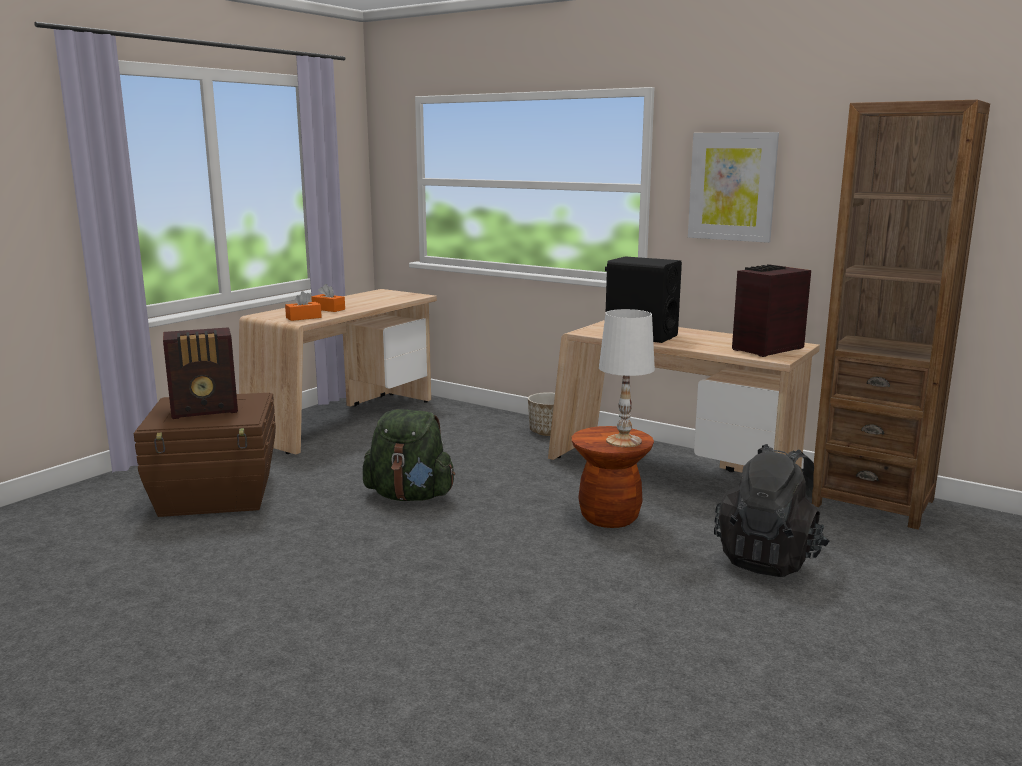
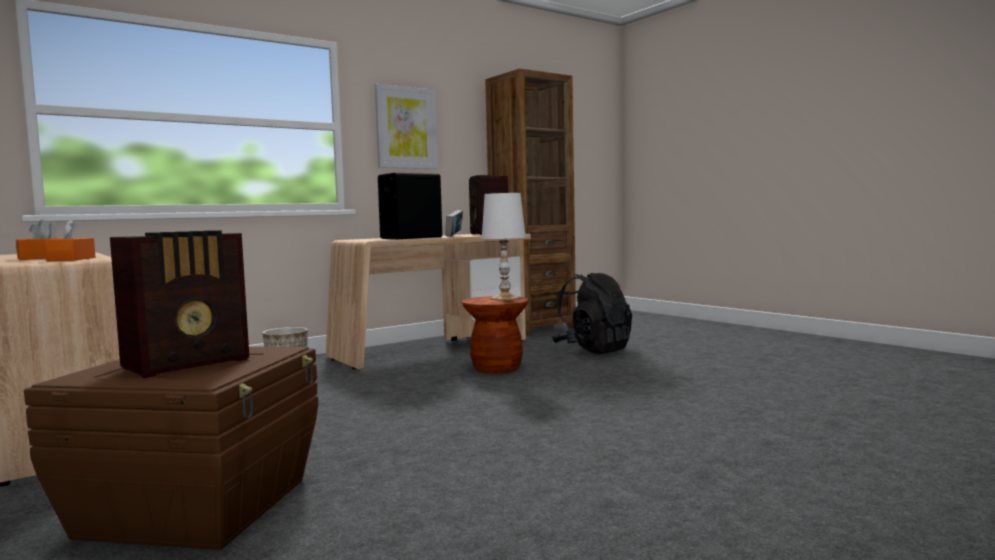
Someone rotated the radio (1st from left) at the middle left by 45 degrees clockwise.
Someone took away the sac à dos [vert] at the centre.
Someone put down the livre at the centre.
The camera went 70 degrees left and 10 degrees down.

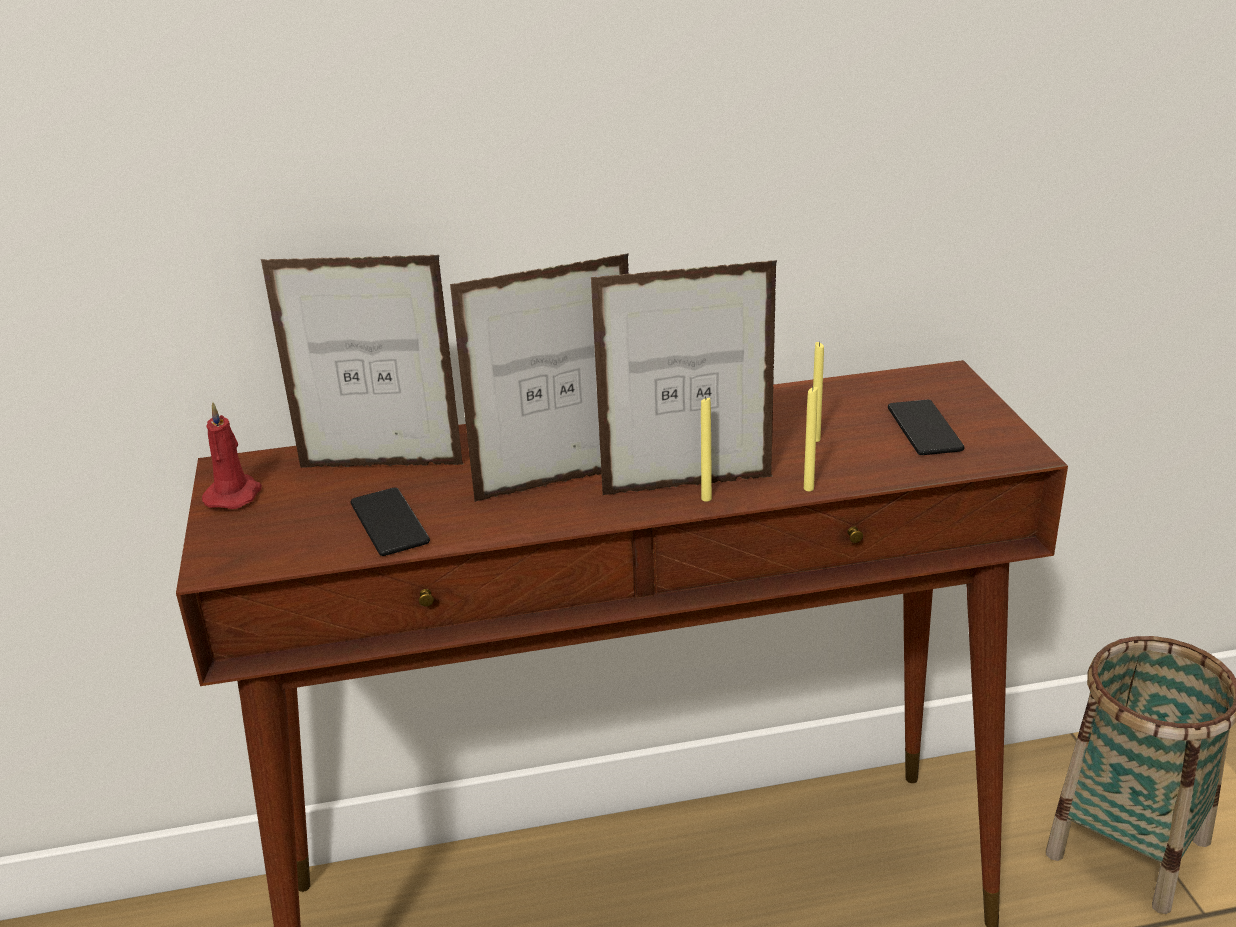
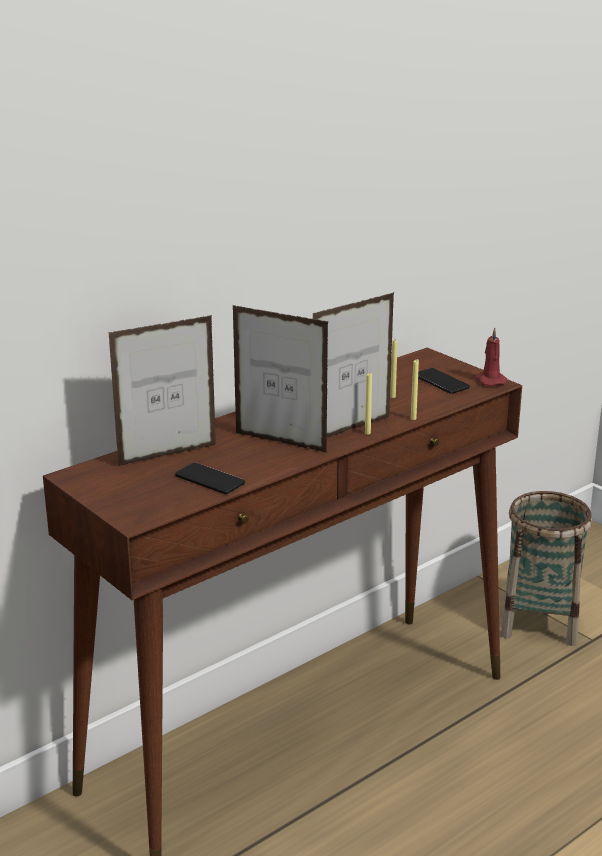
Someone rotated the cadre photo (2nd from left) at the centre by 75 degrees clockwise.
Someone carried the bougie [rouge] from the middle left to the middle right.
The camera went 30 degrees left and 5 degrees down.

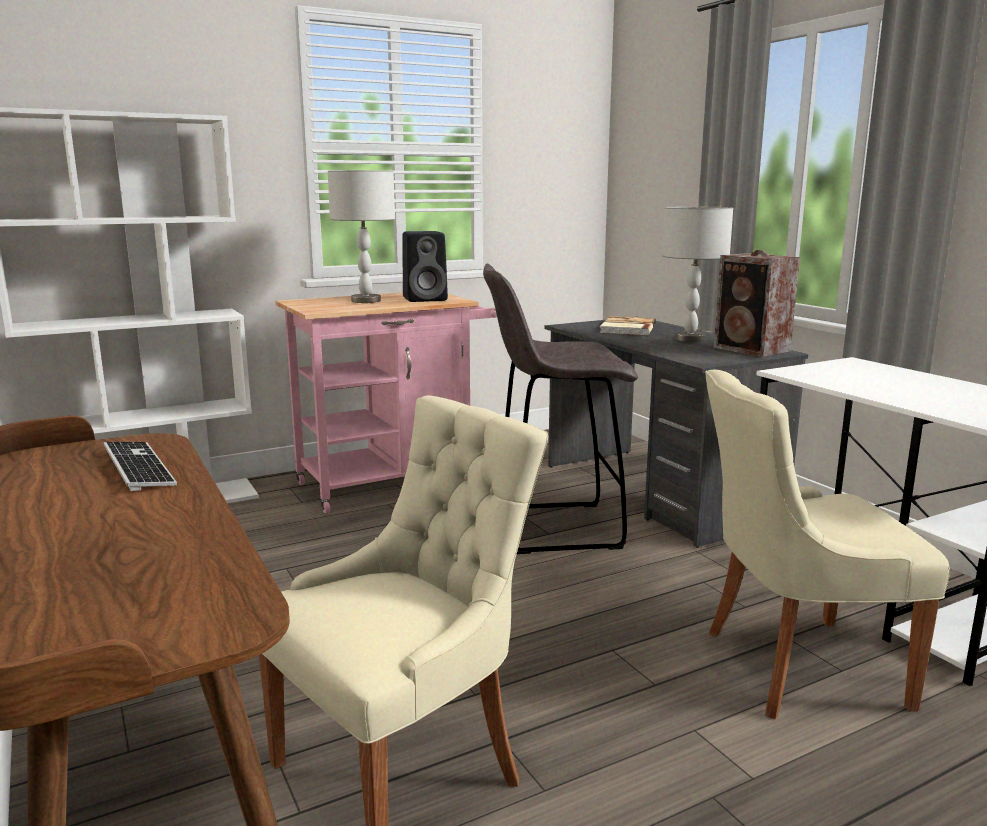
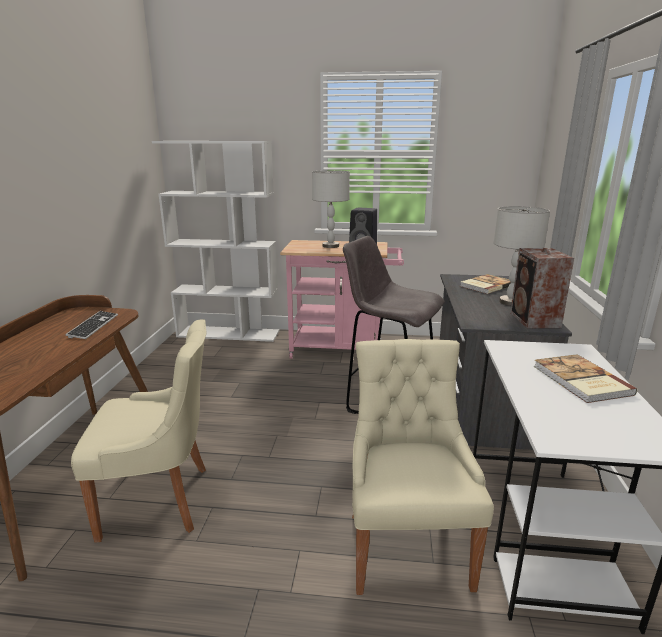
Someone rotated the chaise [beige] (2nd from left) at the middle right by 60 degrees clockwise.
Someone put down the livre (2nd from left) at the middle right.
The camera went 35 degrees right and 5 degrees up.

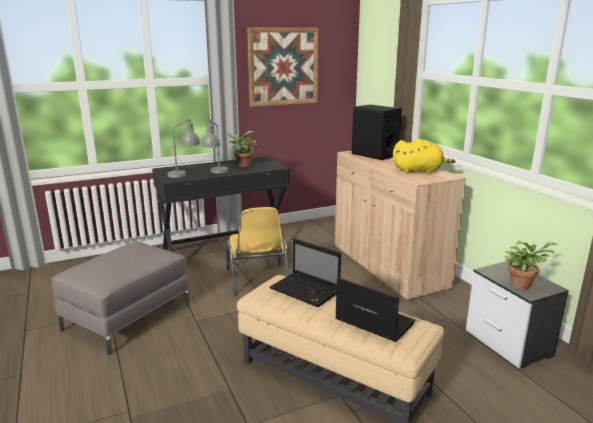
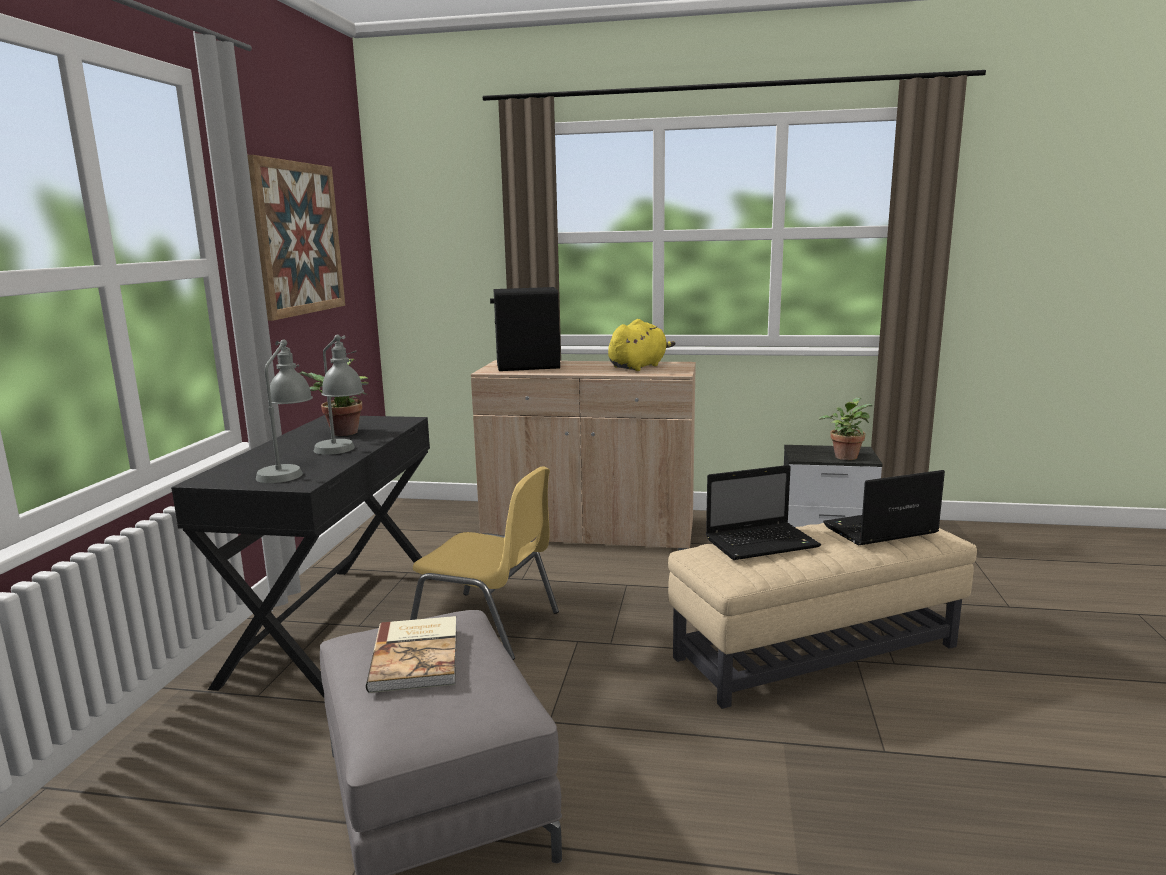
Someone put down the livre at the bottom centre.
The camera went 55 degrees left and 5 degrees down.

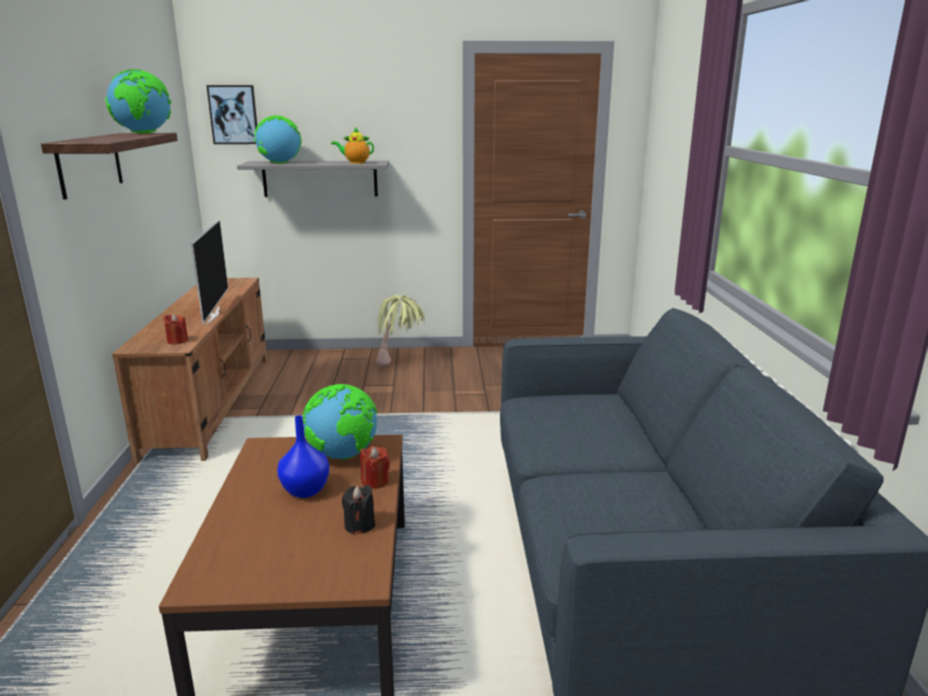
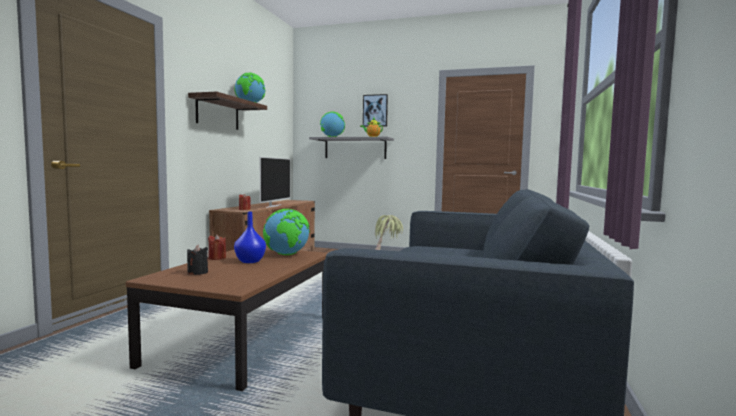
Someone carried the tableau from the top left to the top centre.
Someone carried the bougie [rouge] (2nd from left in the first image) from the bottom centre to the middle left.
Someone carried the bougie [noir] from the bottom centre to the middle left.
The camera went 20 degrees right and 15 degrees down.

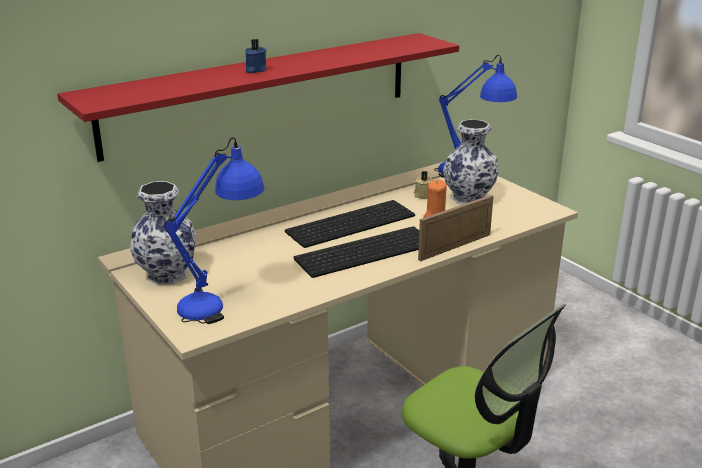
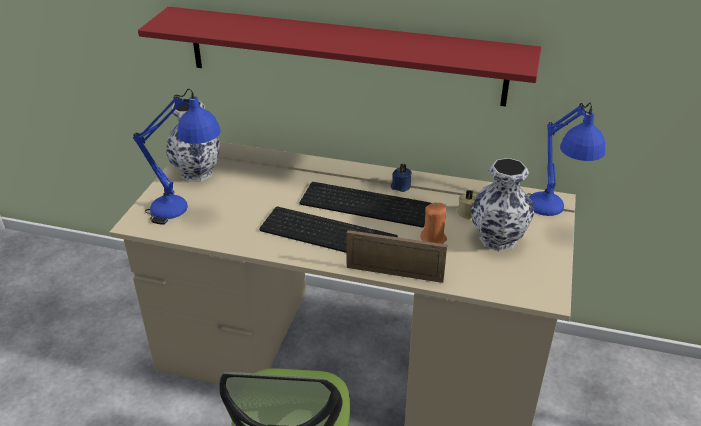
Someone carried the bougie [bleu] from the top centre to the centre.
The camera went 50 degrees right and 10 degrees up.

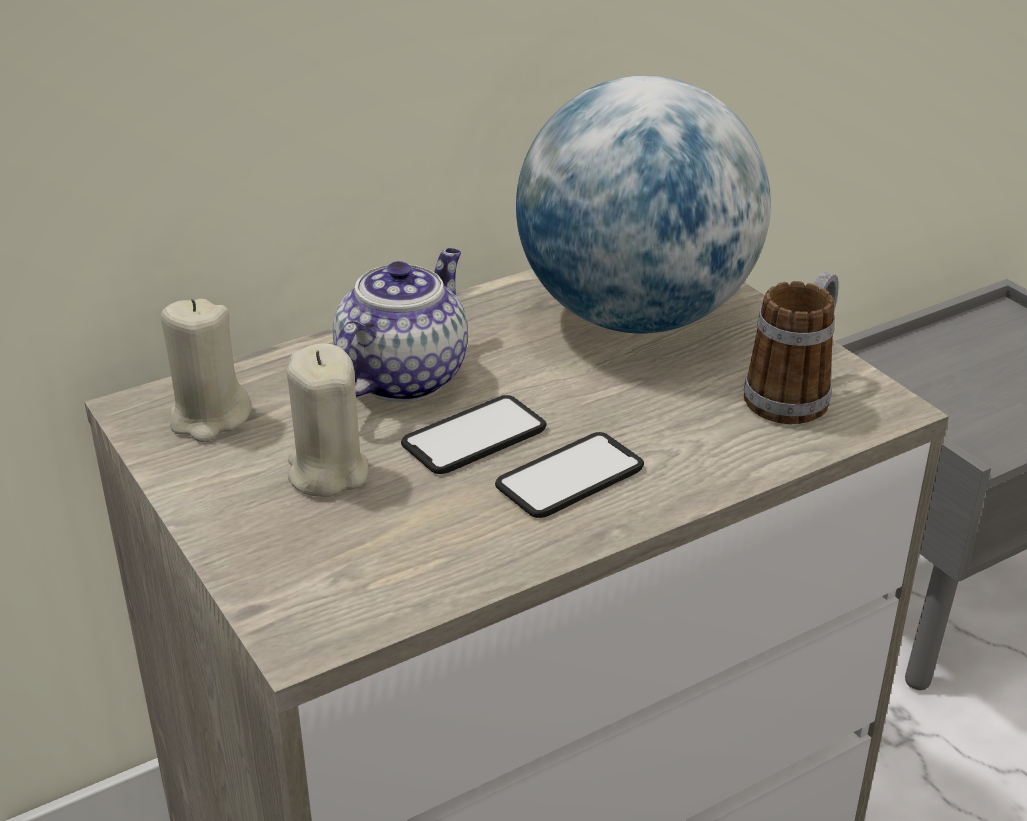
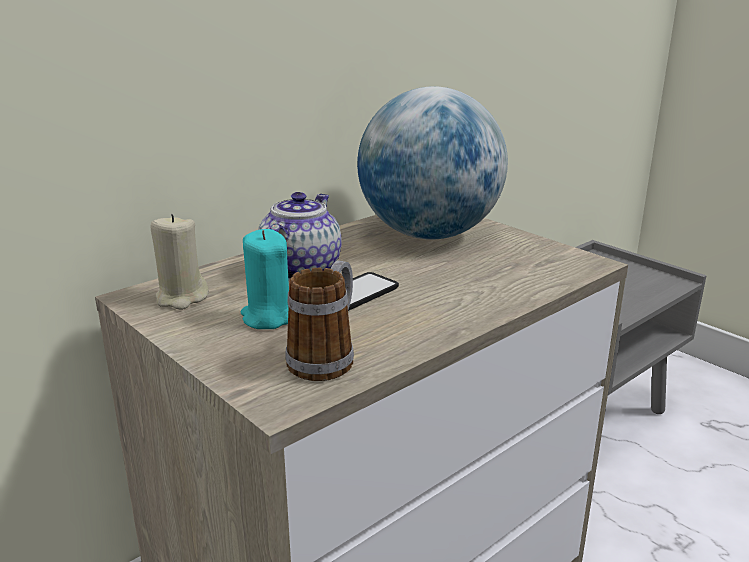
Someone carried the mug from the middle right to the centre.
Someone repainted the bougie [beige] (2nd from left) at the middle left, which became the bougie [turquoise] at the centre.
Someone took away the téléphone (2nd from left) at the centre.
The camera went 10 degrees left and 10 degrees down.

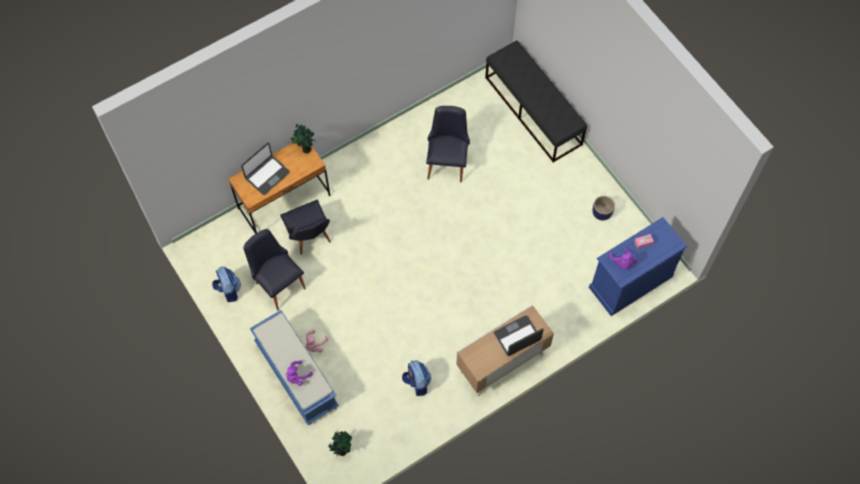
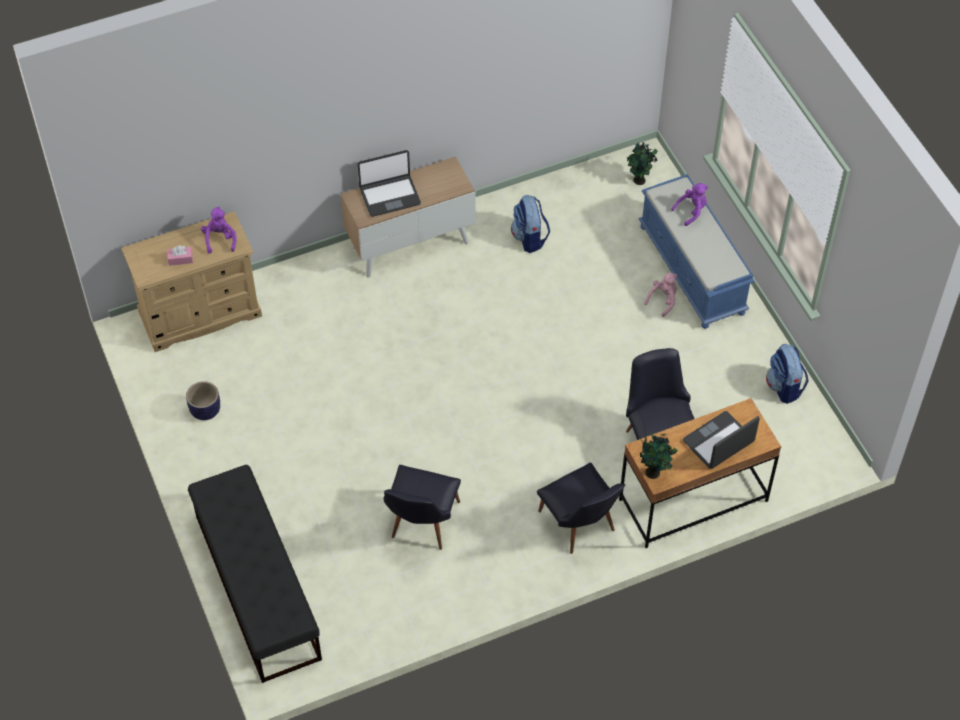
Someone repainted the commode [bleu] at the middle right, which became the commode [beige] at the middle left.
Someone carried the chaise [noir] (1st from left in the first image) from the middle left to the bottom centre.
The camera went 170 degrees left and 10 degrees down.

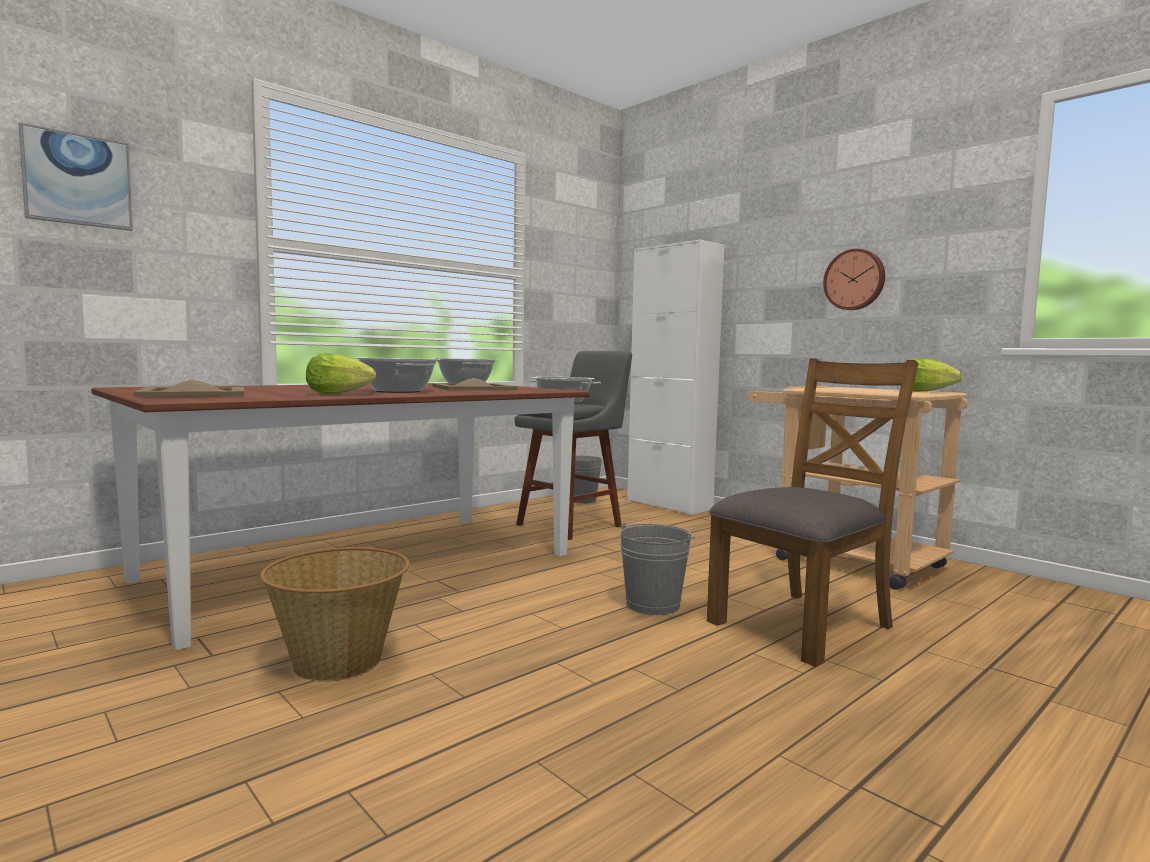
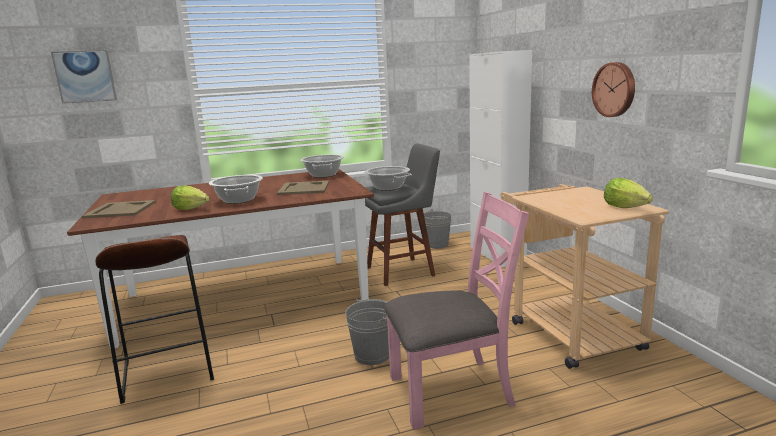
Someone repainted the chaise [marron] at the middle right, which became the chaise [rose] at the bottom centre.
Someone swapped the panier at the bottom left for the tabouret [marron] at the bottom left.
The camera went 25 degrees right and 10 degrees up.

